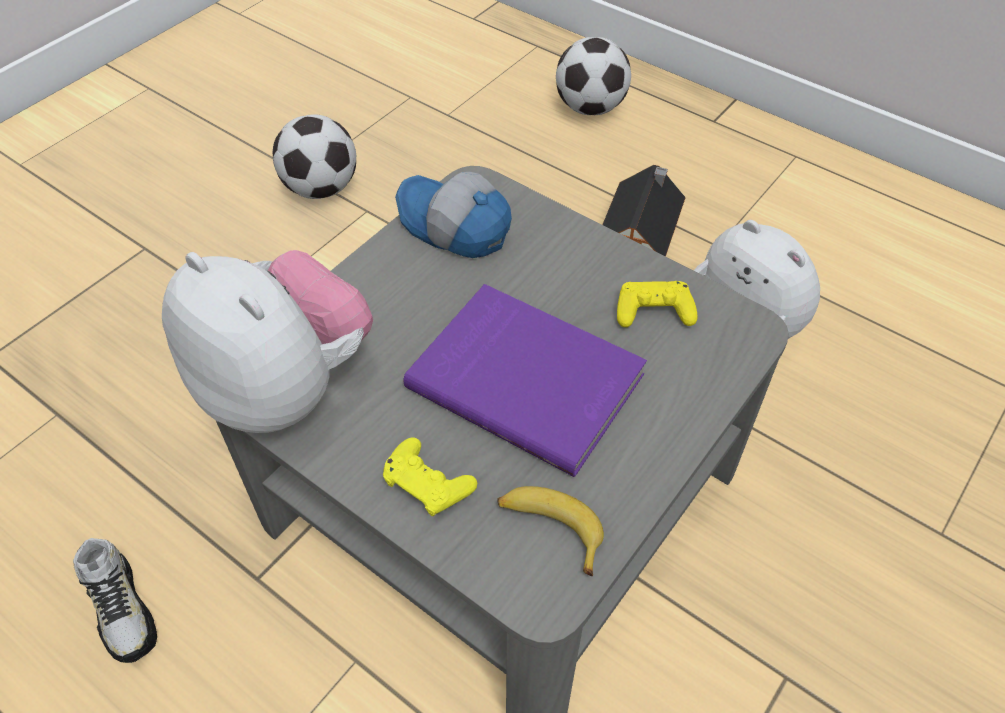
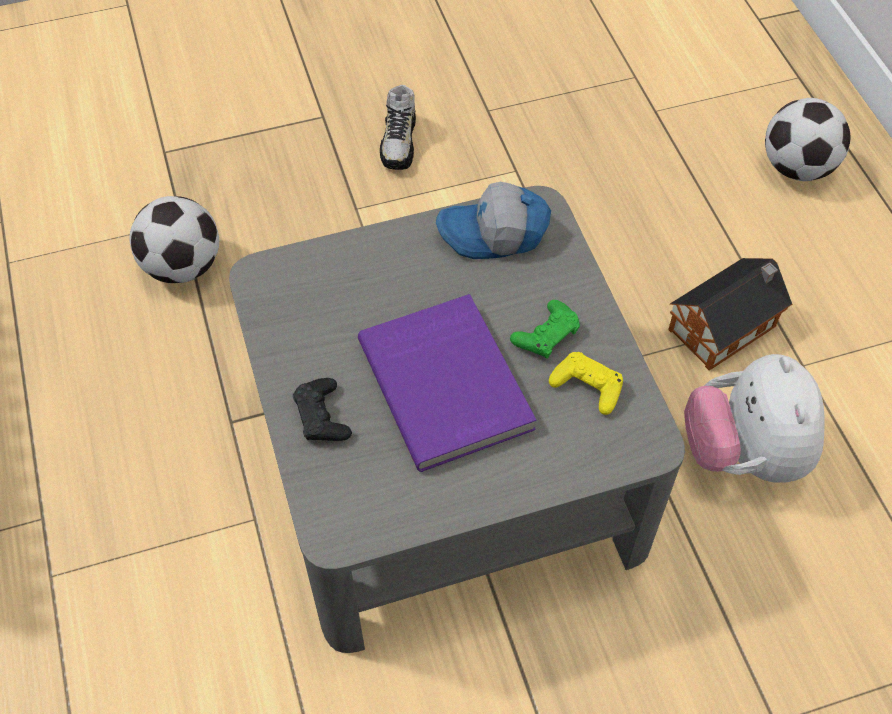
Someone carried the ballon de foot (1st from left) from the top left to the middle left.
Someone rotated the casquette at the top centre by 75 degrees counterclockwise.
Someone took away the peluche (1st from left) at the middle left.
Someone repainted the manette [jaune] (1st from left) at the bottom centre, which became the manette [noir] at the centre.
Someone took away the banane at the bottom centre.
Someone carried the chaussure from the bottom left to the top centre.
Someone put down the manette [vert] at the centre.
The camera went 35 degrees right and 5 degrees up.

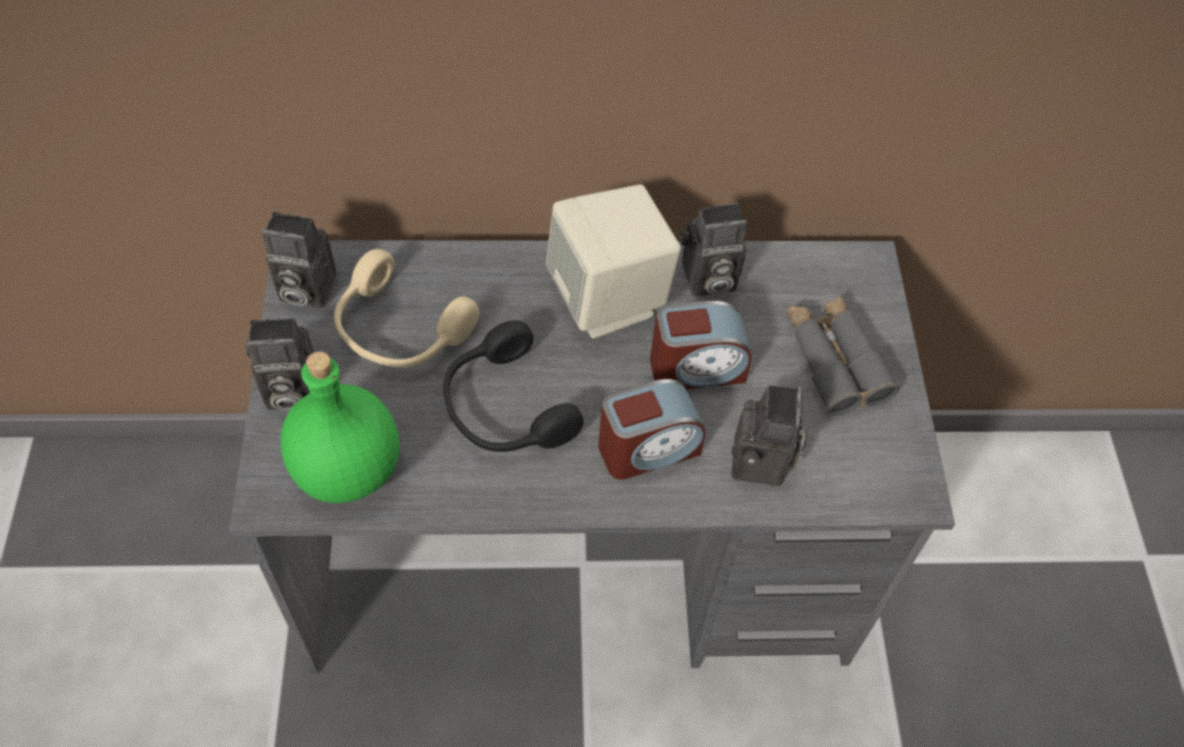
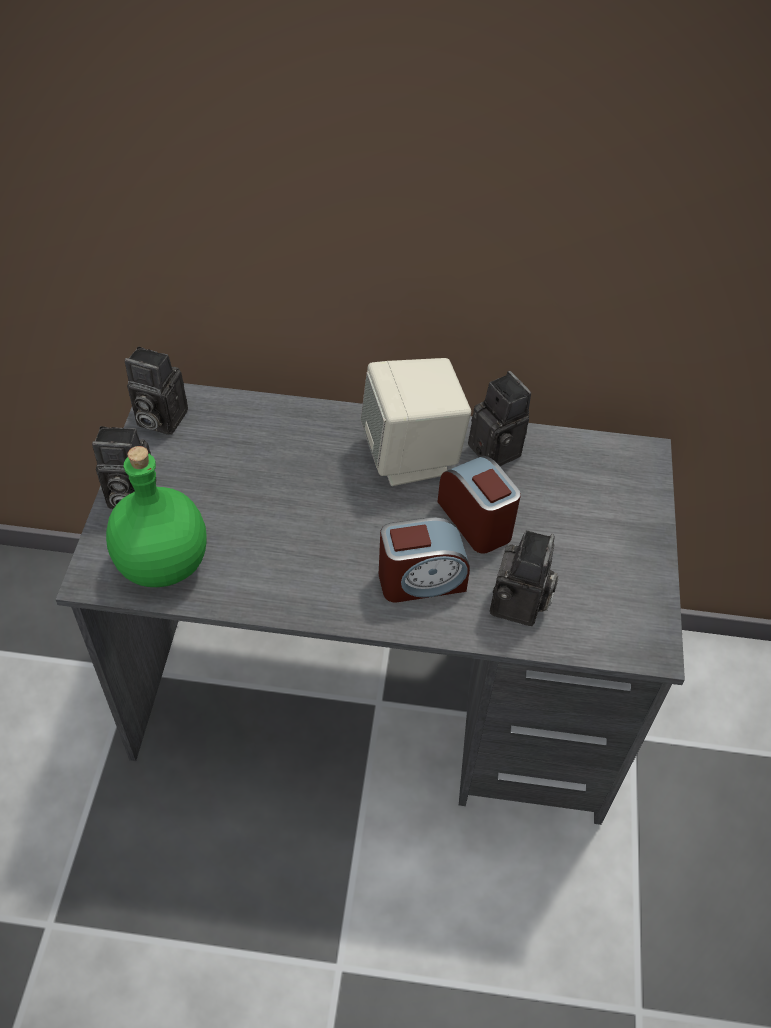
Someone rotated the appareil photo (3rd from left) at the centre by 120 degrees counterclockwise.
Someone took away the casque audio [beige] at the centre.
Someone took away the jumelles [gris] at the middle right.
Someone rotated the réveil (2nd from left) at the centre by 120 degrees counterclockwise.
Someone took away the casque audio [noir] at the centre.
The camera went 10 degrees right and 5 degrees down.

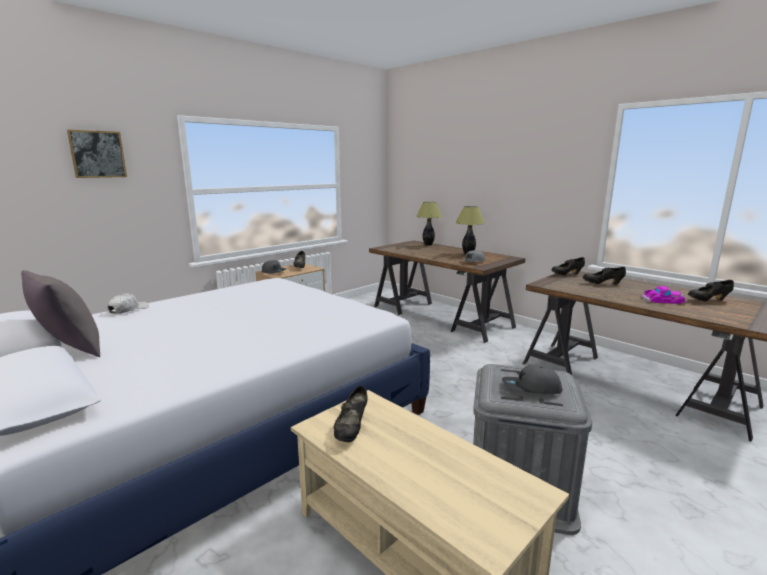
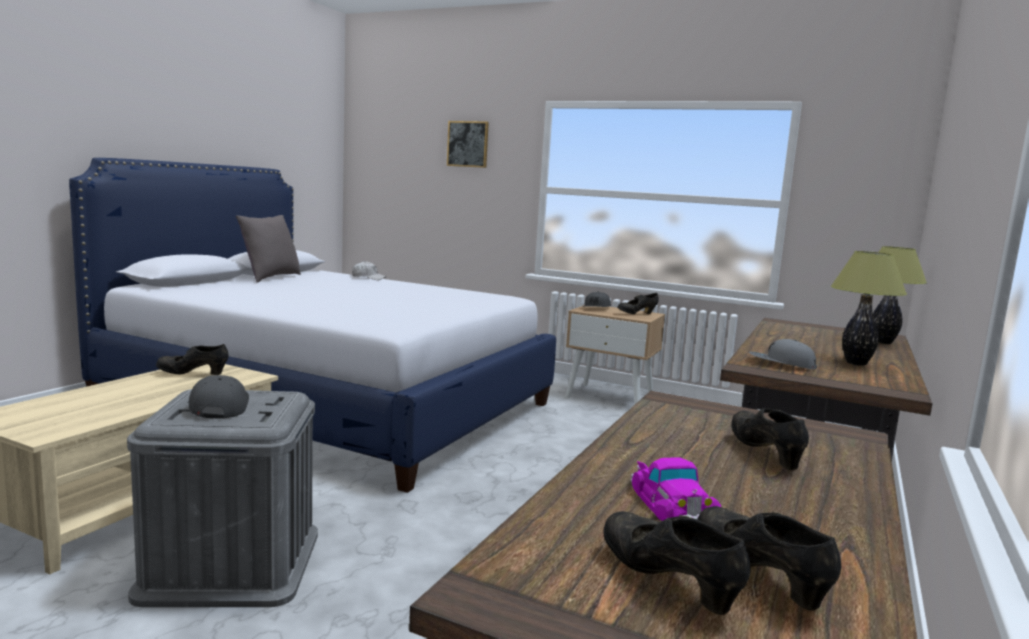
Someone carried the chaussure [noir] (3rd from left) from the middle right to the bottom centre.
The camera went 70 degrees right and 5 degrees down.

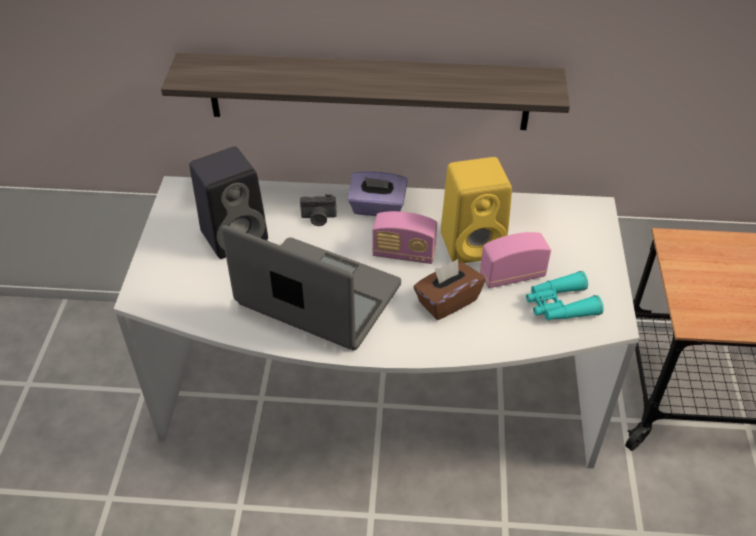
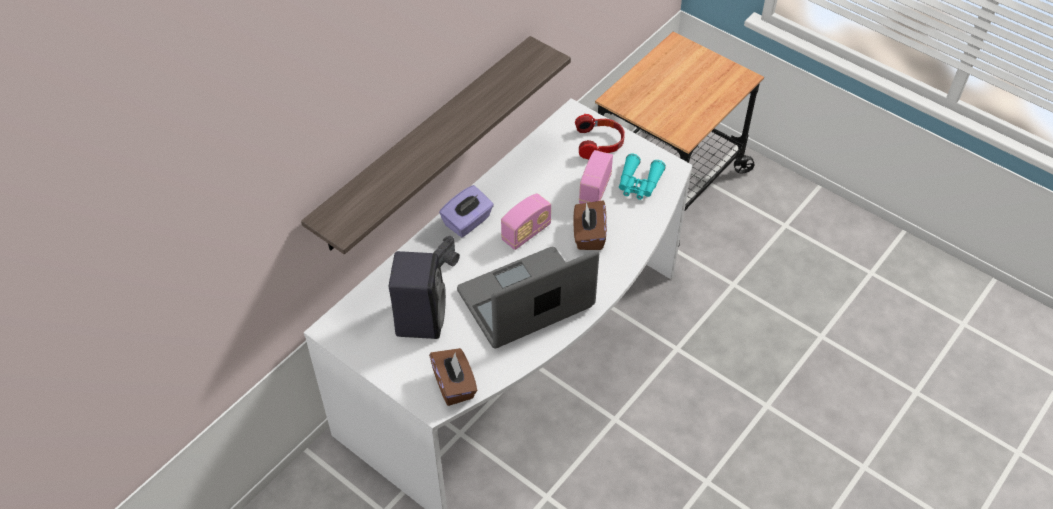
Someone took away the enceinte [jaune] at the centre.
Someone put down the casque audio at the top centre.
Someone put down the boîte à mouchoirs [marron] (1st from left) at the bottom centre.
The camera went 55 degrees left and 5 degrees up.

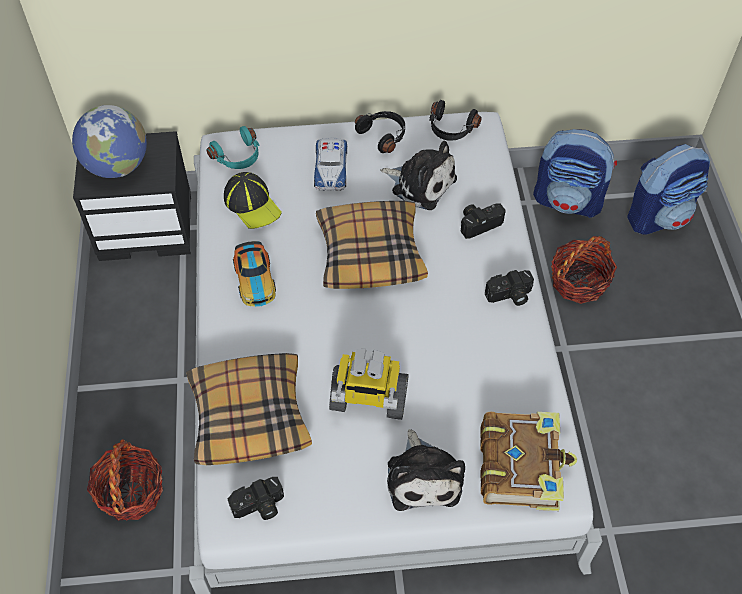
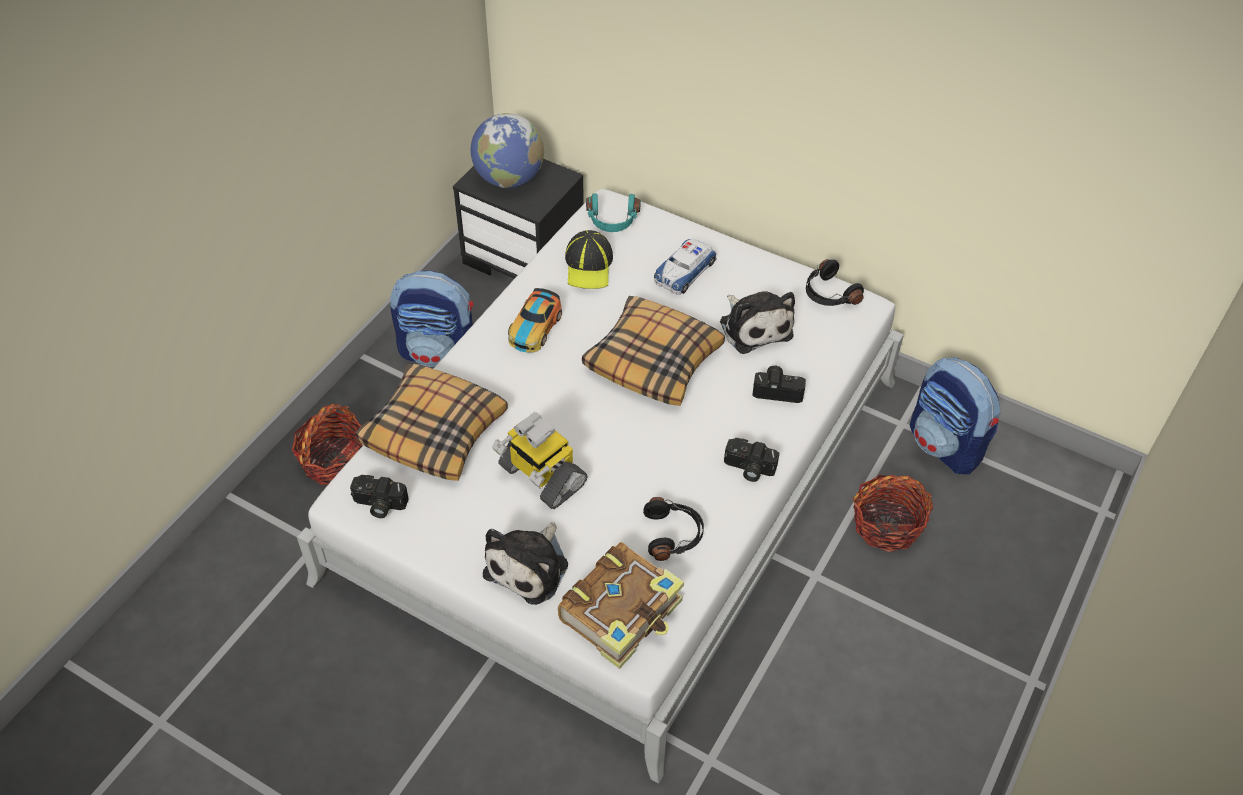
Someone carried the casque audio [noir] (1st from left) from the top centre to the centre.
Someone carried the sac à dos (2nd from left in the first image) from the top right to the centre.
The camera went 35 degrees right and 5 degrees down.

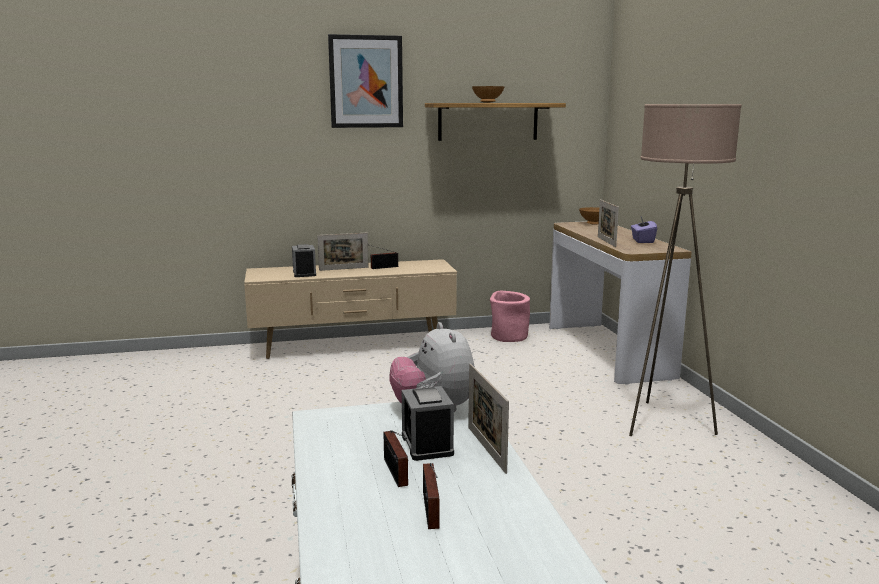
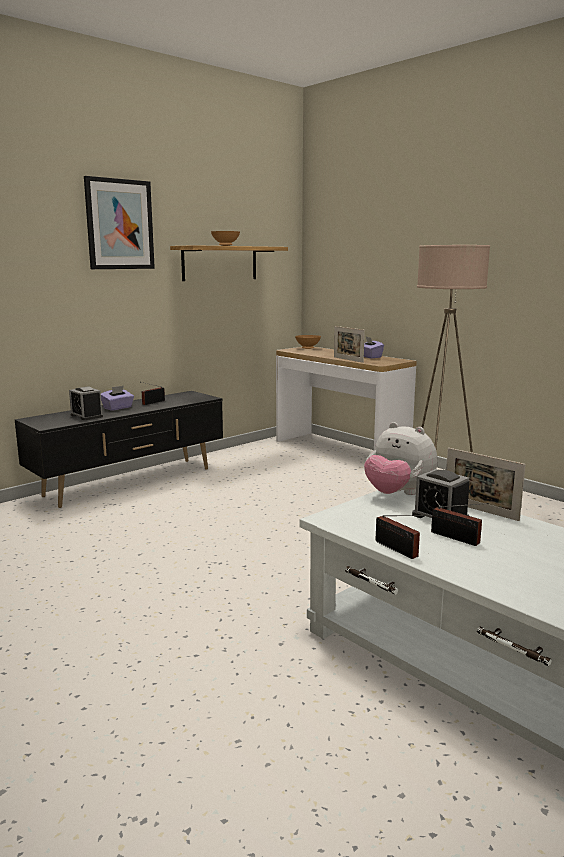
Someone swapped the cadre photo (1st from left) at the centre for the boîte à mouchoirs [violet] (1st from left) at the middle left.
Someone repainted the meuble télé [beige] at the centre, which became the meuble télé [noir] at the middle left.
Someone took away the cache-pot [rose] at the centre.
Someone carried the radio (3rd from left in the first image) from the bottom centre to the middle right.
The camera went 30 degrees left and 0 degrees up.

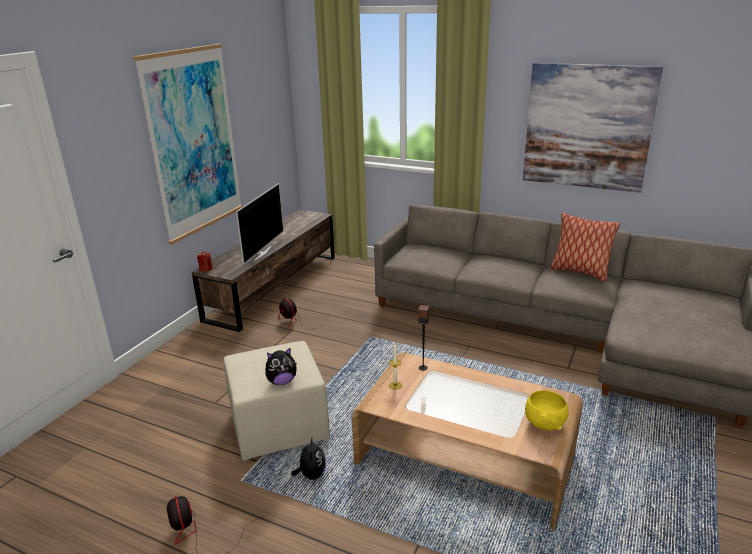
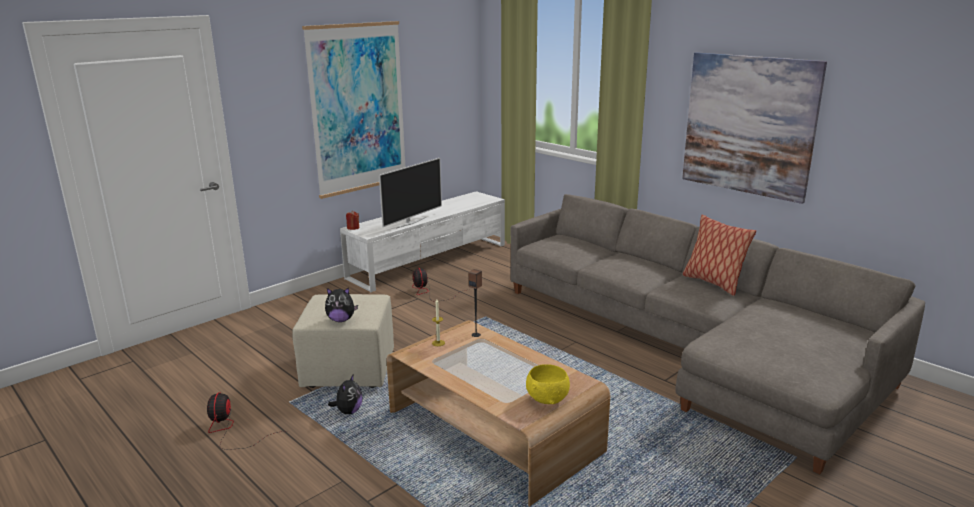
Someone repainted the meuble télé [marron] at the centre, which became the meuble télé [blanc] at the centre.
The camera went 20 degrees right and 5 degrees down.

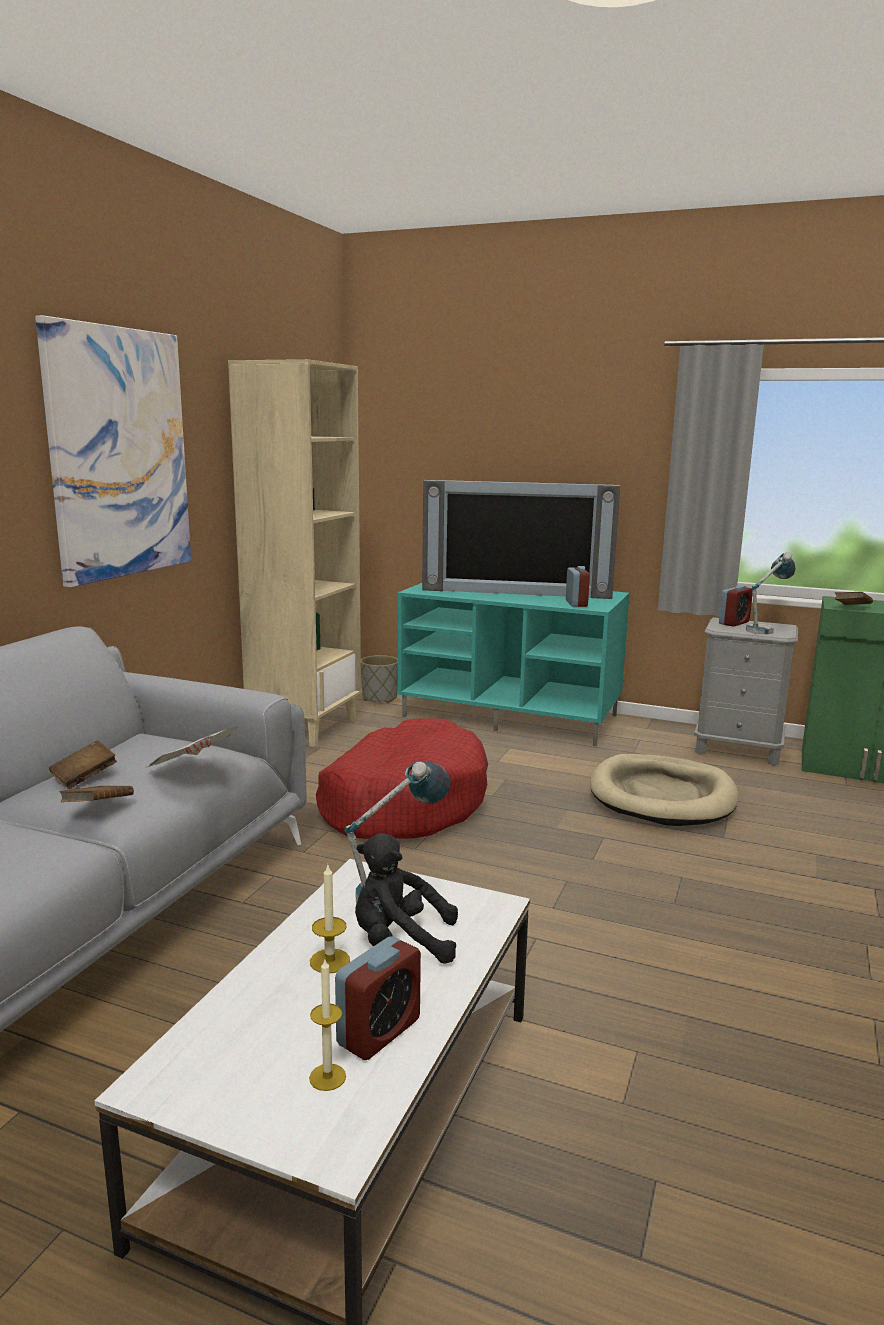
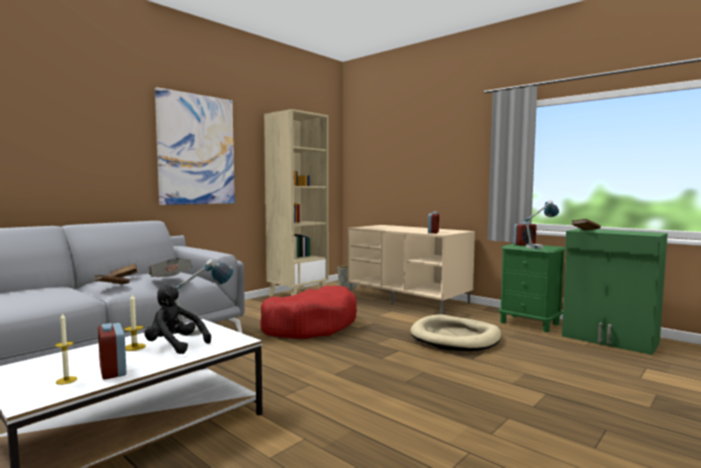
Someone took away the téléviseur at the centre.
Someone repainted the meuble télé [turquoise] at the centre, which became the meuble télé [beige] at the centre.
Someone repainted the table de chevet [gris] at the middle right, which became the table de chevet [vert] at the middle right.
Someone rotated the réveil (1st from left) at the bottom centre by 90 degrees clockwise.
The camera went 20 degrees right and 10 degrees down.

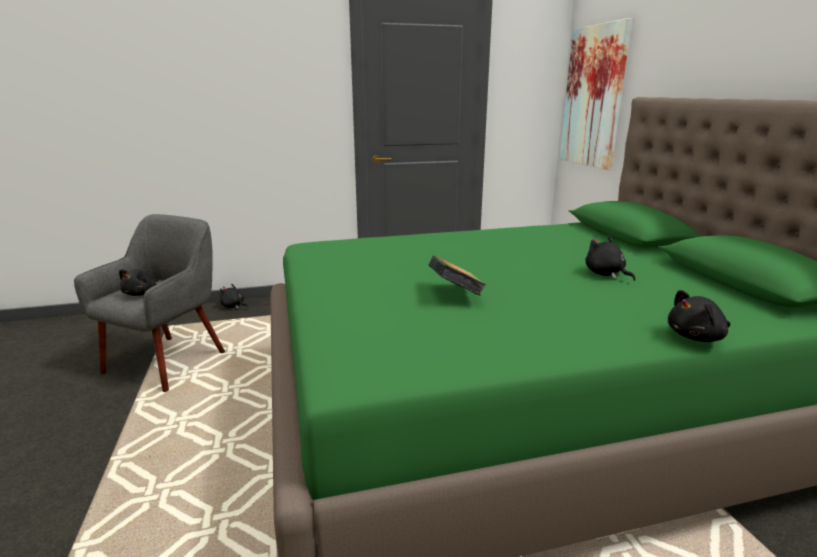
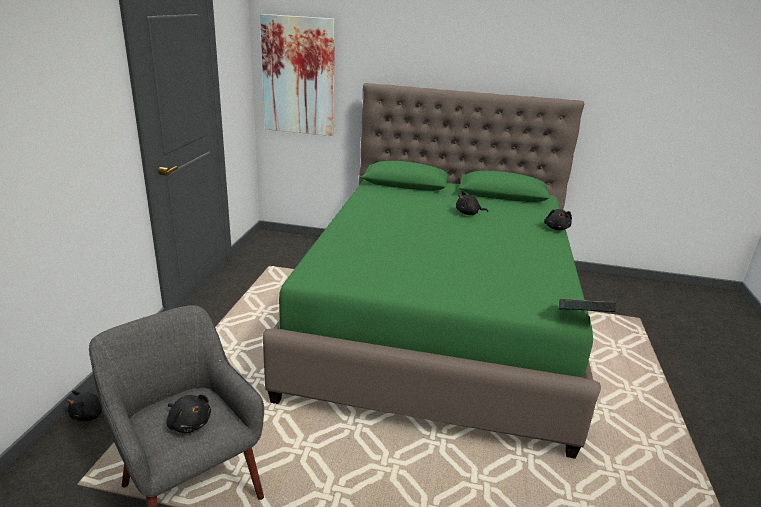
Someone carried the livre from the centre to the middle right.
The camera went 65 degrees left and 5 degrees up.

